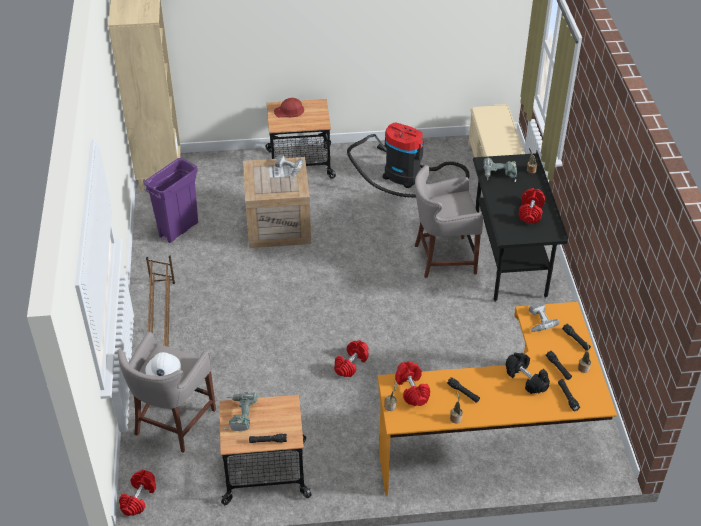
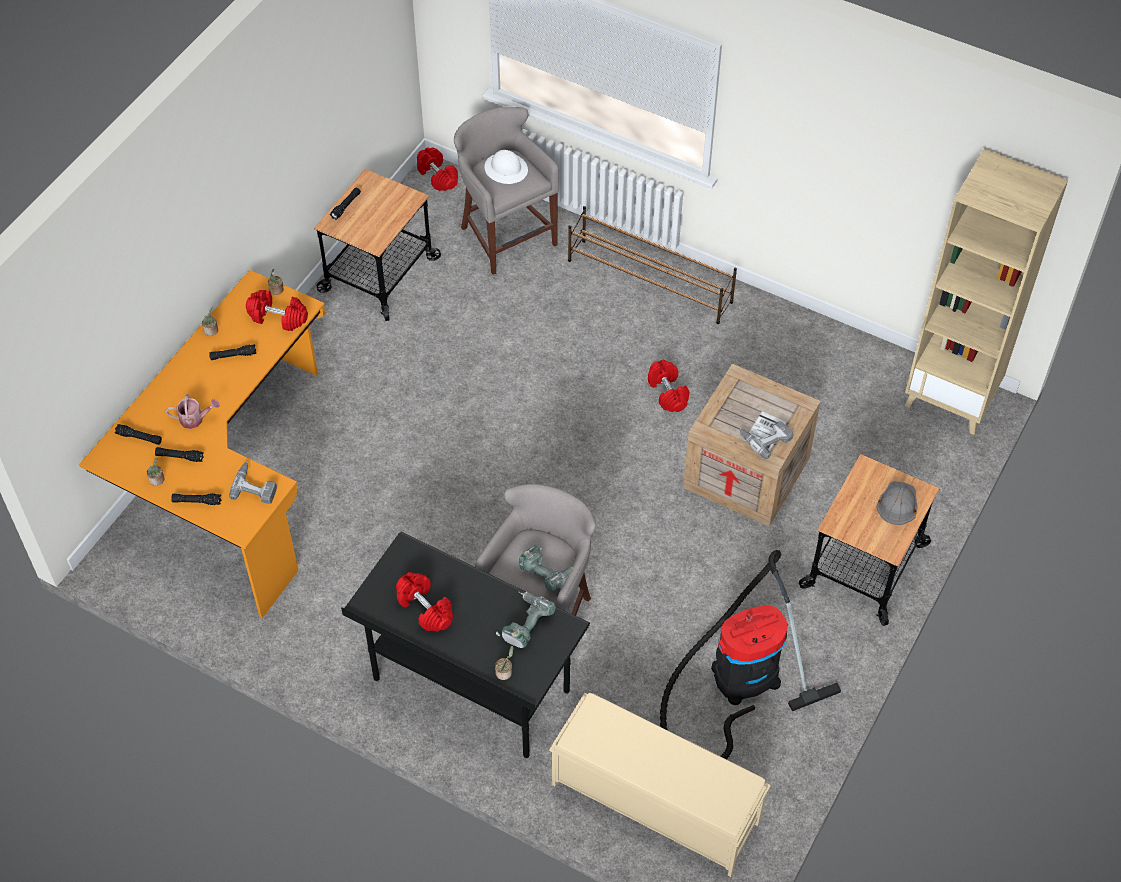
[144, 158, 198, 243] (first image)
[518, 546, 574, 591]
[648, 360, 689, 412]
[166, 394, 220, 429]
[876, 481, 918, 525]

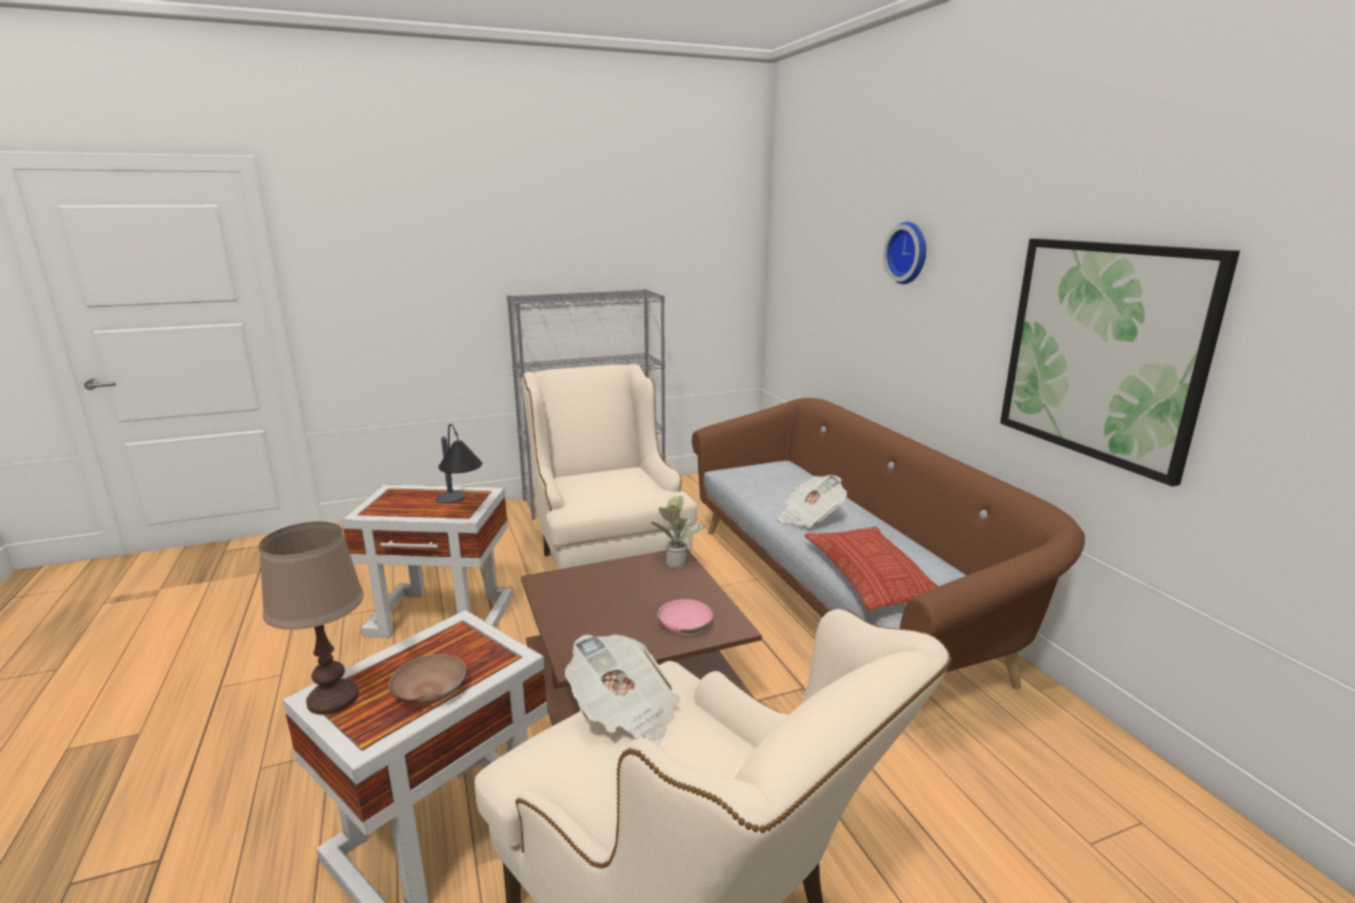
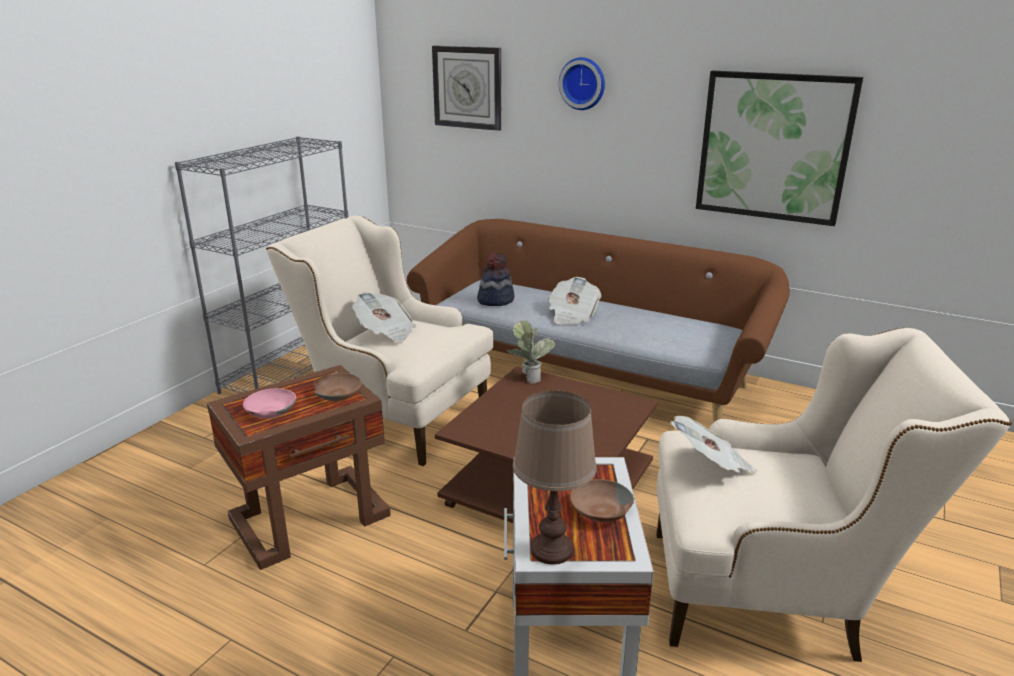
[804, 527, 939, 611] (first image)
[352, 292, 416, 342]
[432, 46, 501, 131]
[477, 253, 514, 306]
[243, 388, 296, 419]
[313, 373, 362, 401]
[207, 365, 391, 570]

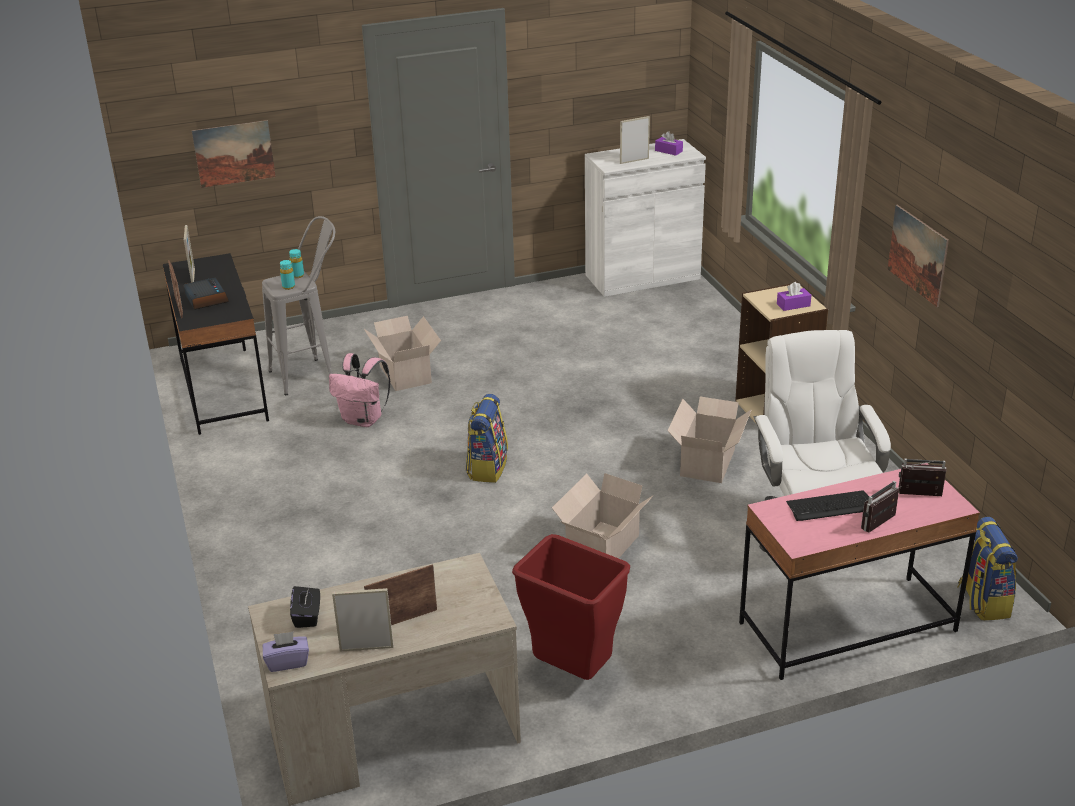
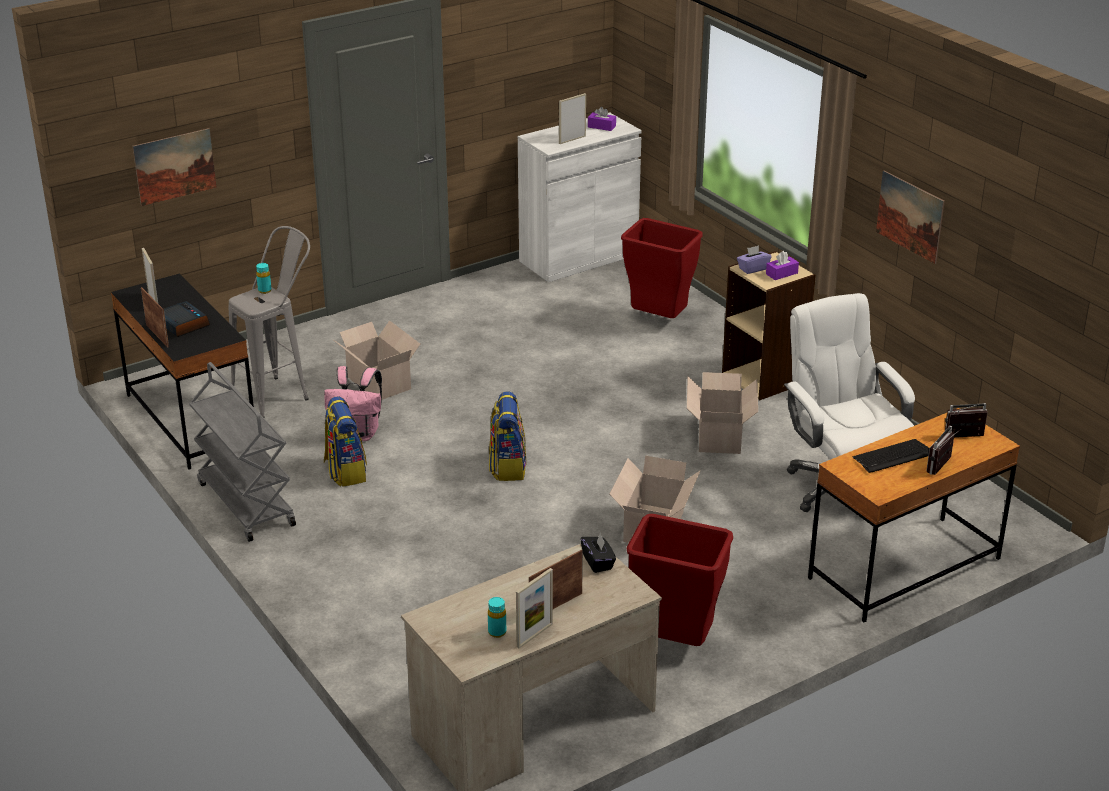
[189, 362, 296, 542]
[621, 218, 703, 318]
[737, 245, 771, 274]
[488, 597, 506, 638]
[581, 533, 616, 573]
[324, 396, 367, 487]
[808, 408, 1020, 622]
[516, 568, 553, 648]

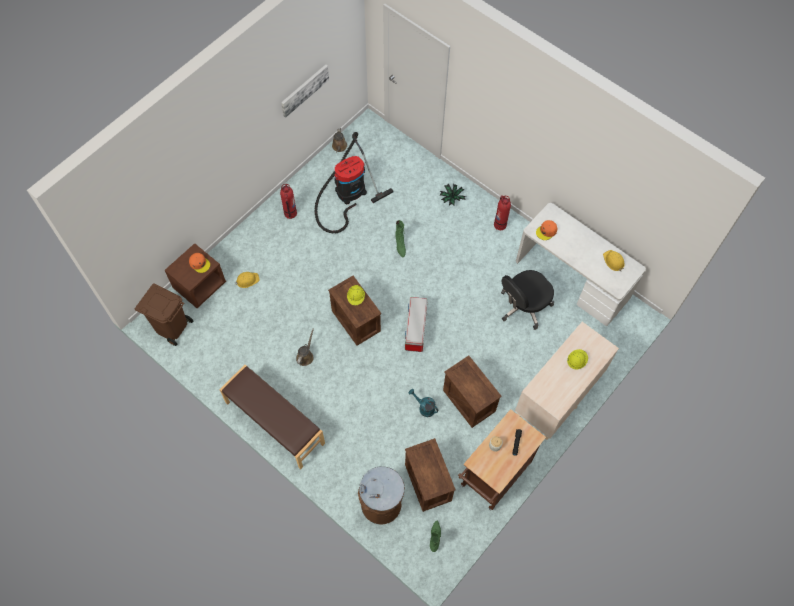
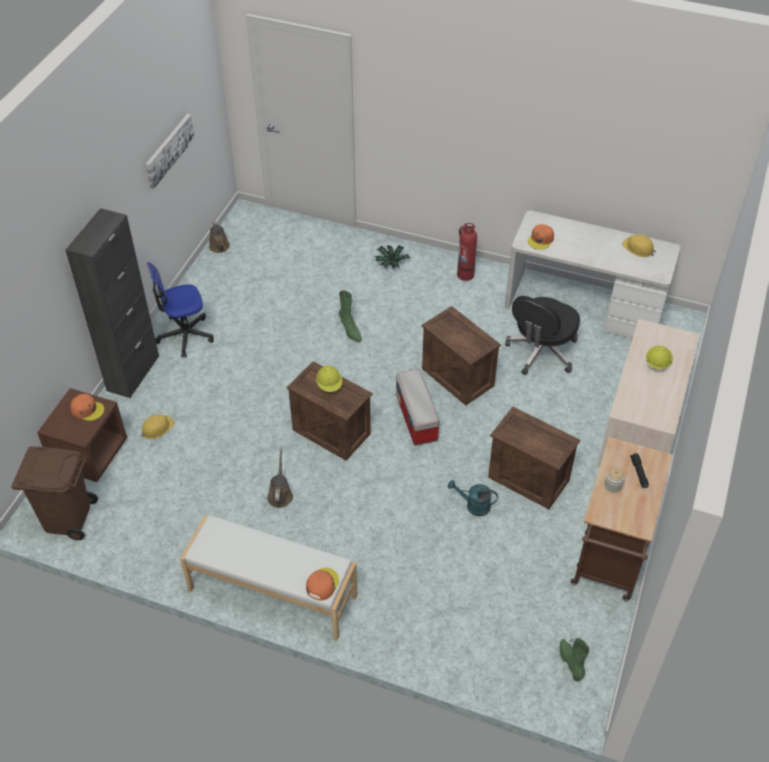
[314, 132, 393, 234] (first image)
[358, 466, 405, 524] (first image)
[66, 208, 159, 398]
[306, 568, 339, 601]
[422, 306, 501, 405]
[147, 262, 214, 357]
[180, 515, 357, 641]

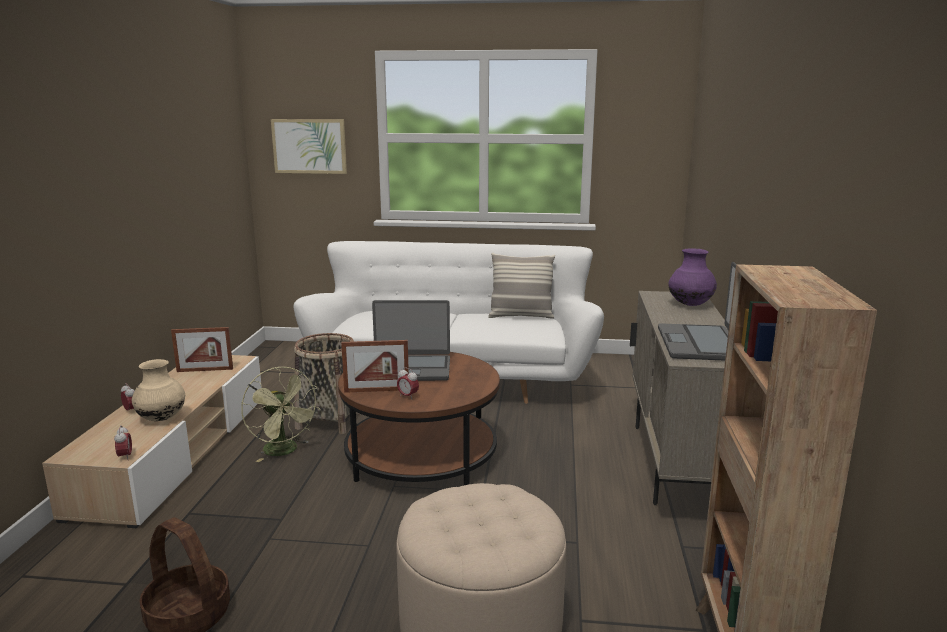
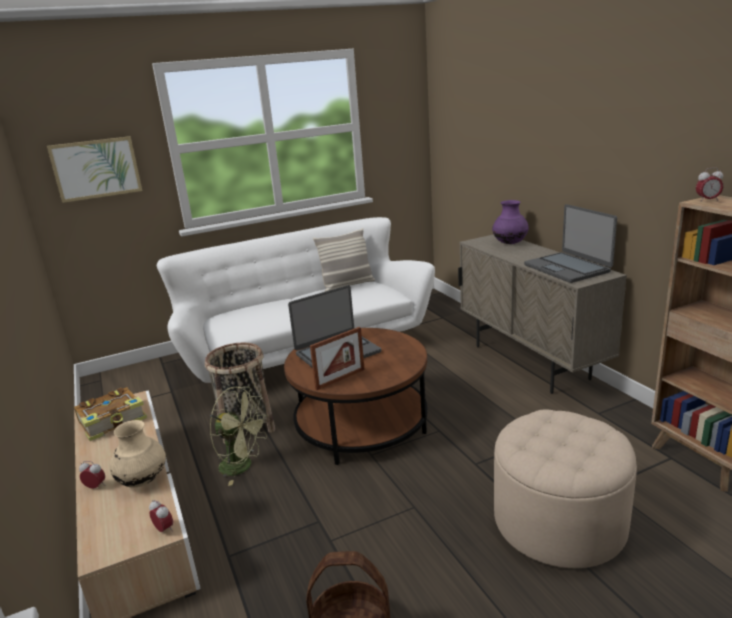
[696, 168, 723, 202]
[74, 387, 147, 441]

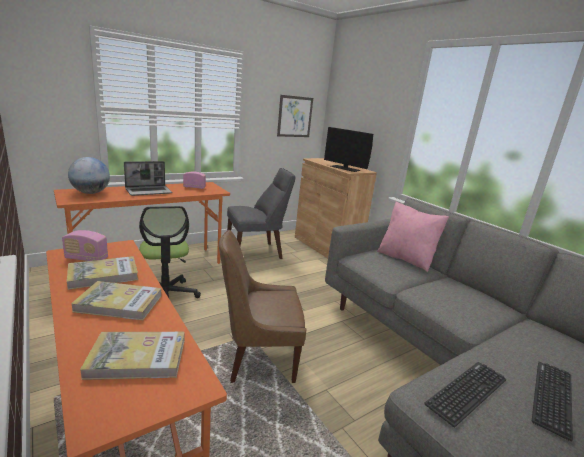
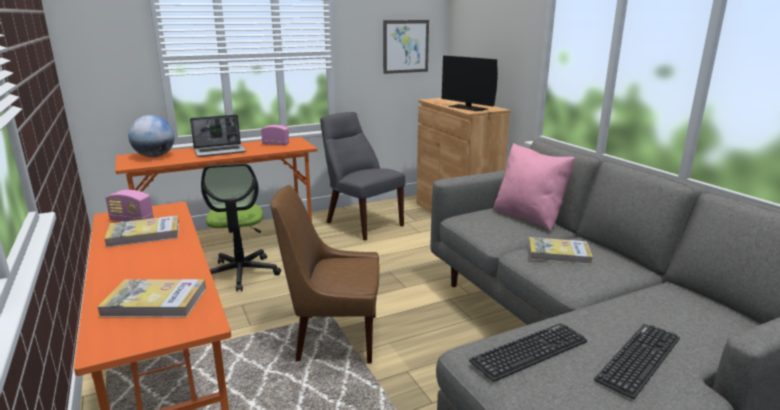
[529, 237, 593, 265]
[320, 112, 405, 240]

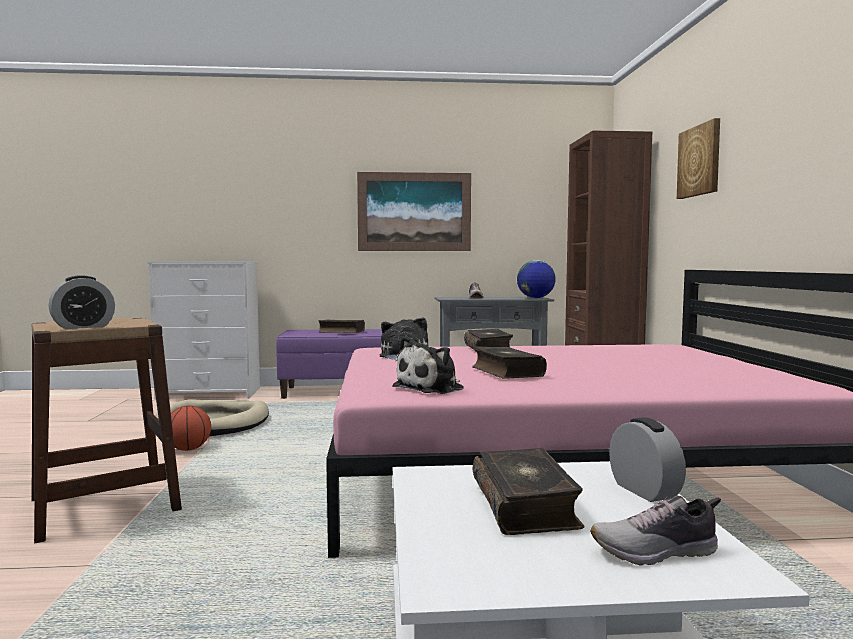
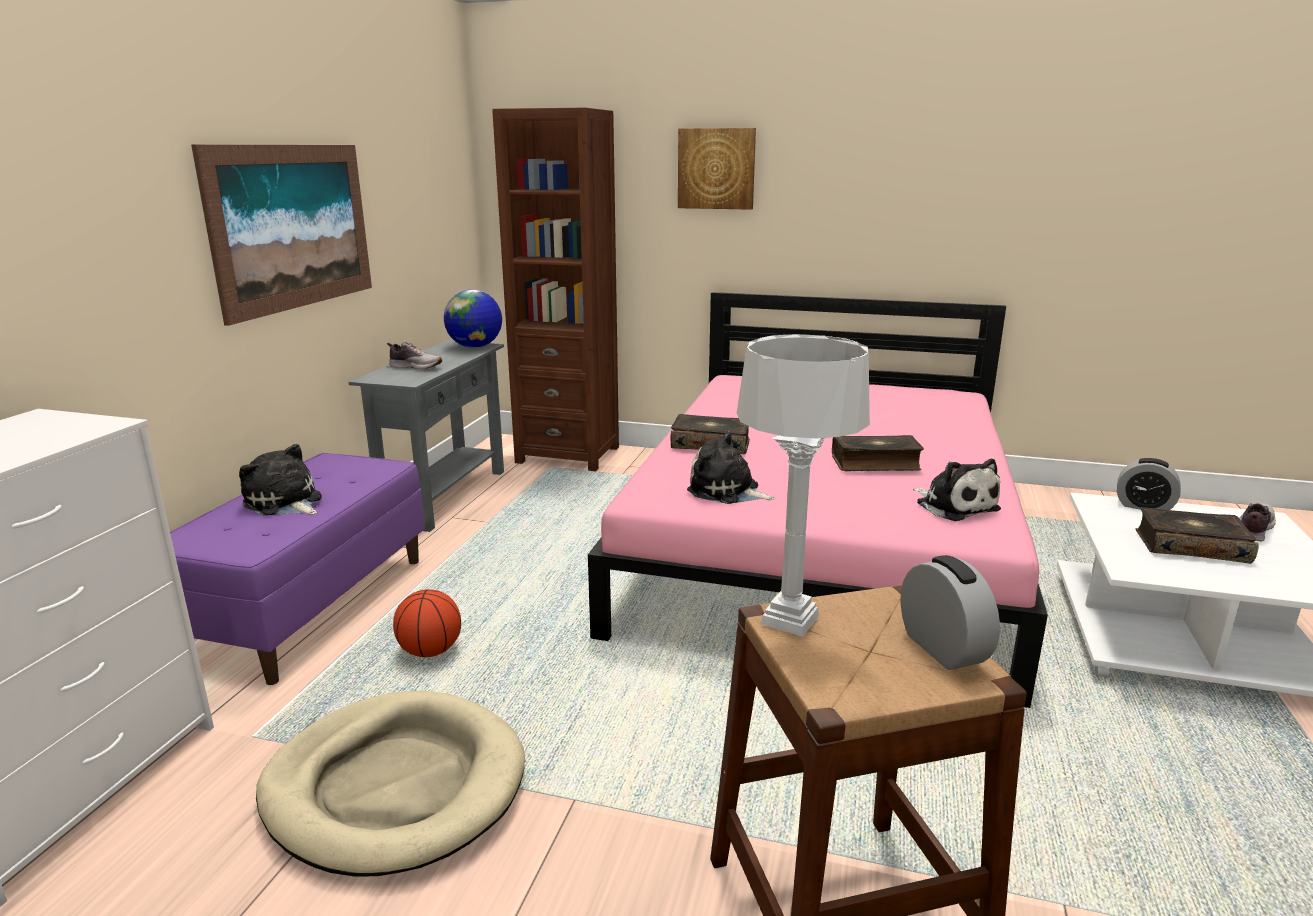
[737, 334, 870, 637]
[393, 589, 461, 657]
[239, 444, 322, 516]
[1239, 503, 1276, 542]
[1117, 458, 1181, 510]

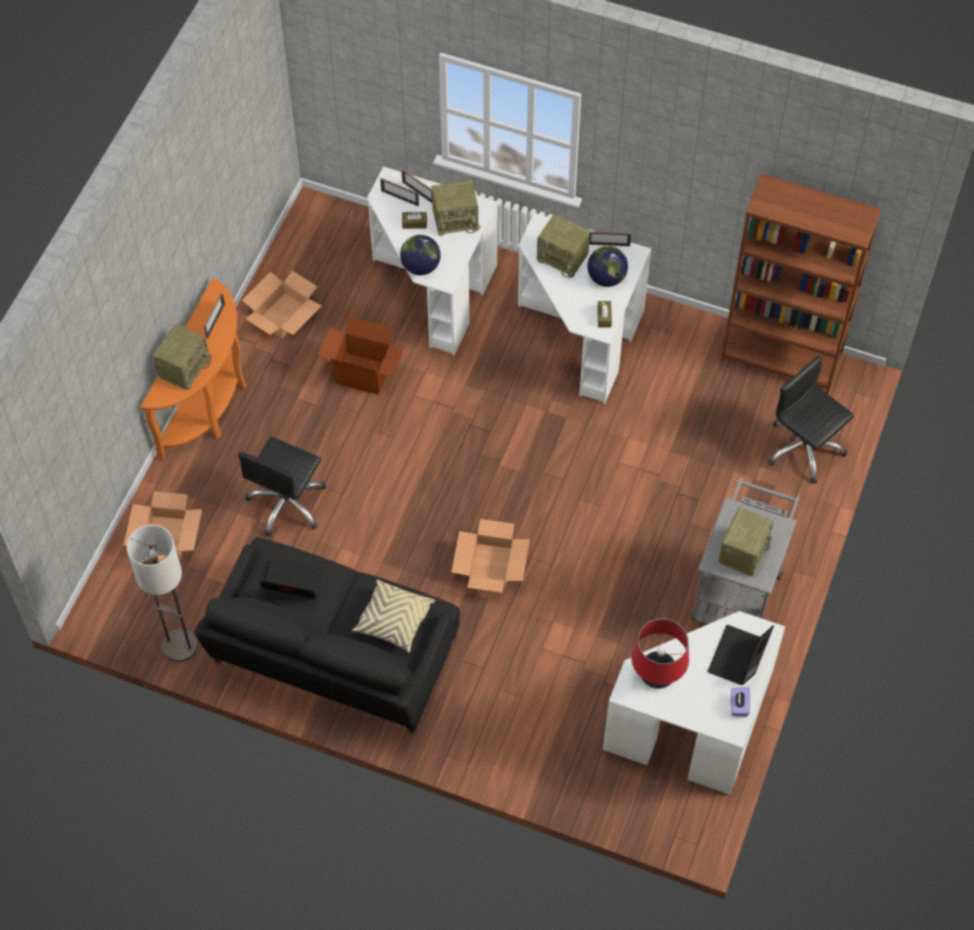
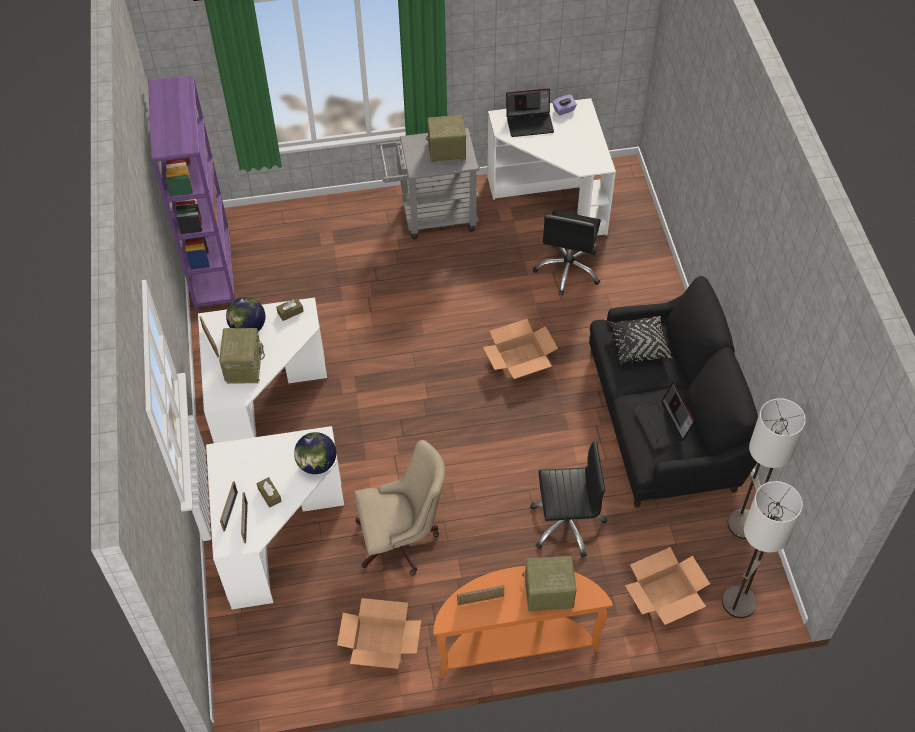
[432, 180, 481, 236] (first image)
[631, 618, 689, 689] (first image)
[722, 481, 803, 618]
[533, 210, 601, 296]
[355, 440, 446, 576]
[607, 316, 673, 366]
[148, 75, 235, 311]

